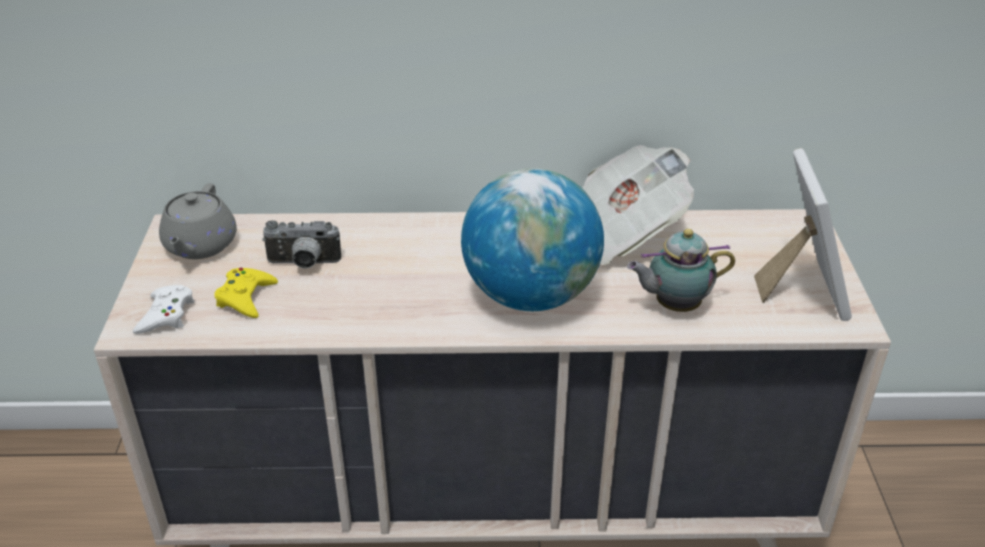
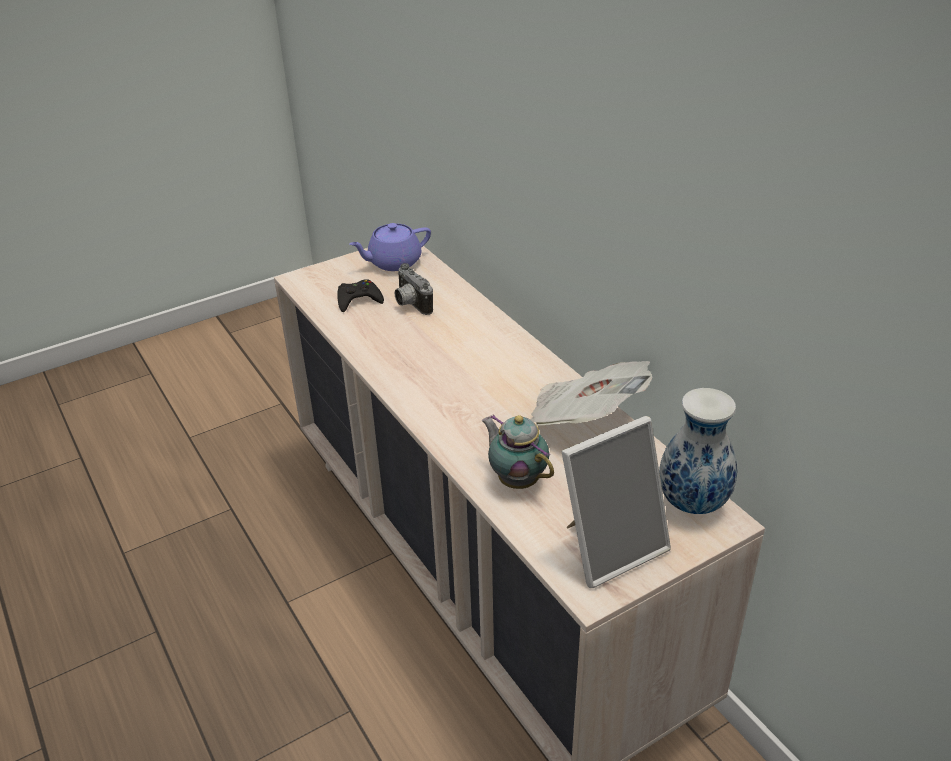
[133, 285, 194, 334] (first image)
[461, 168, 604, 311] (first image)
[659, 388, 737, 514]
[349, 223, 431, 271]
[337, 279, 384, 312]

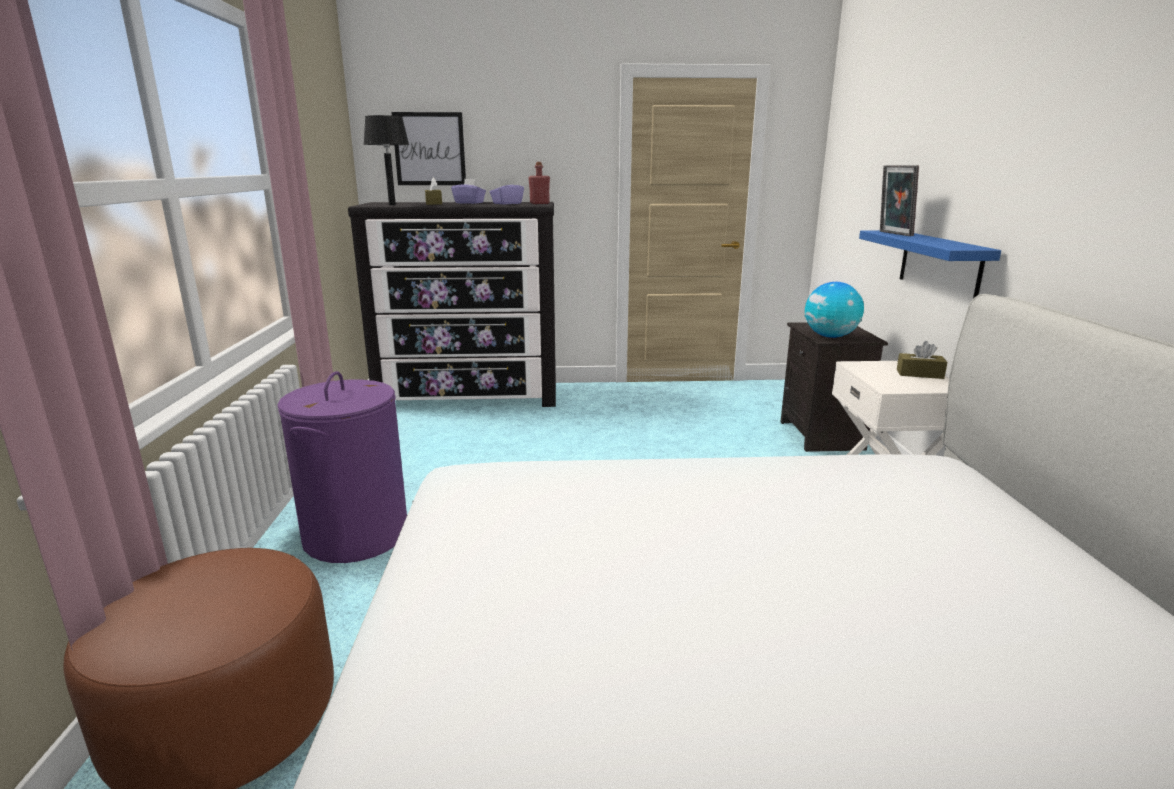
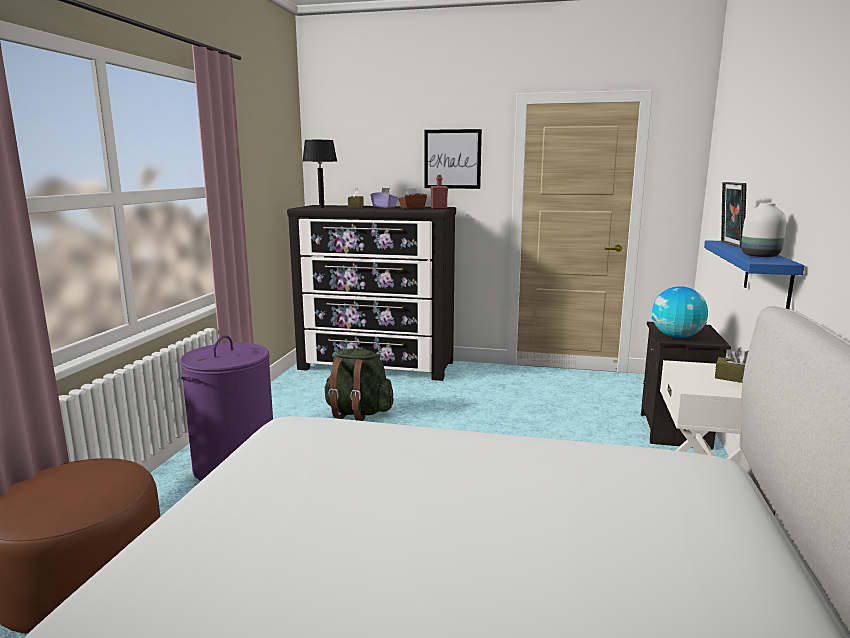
[324, 348, 393, 421]
[741, 203, 787, 257]
[424, 129, 482, 189]
[398, 188, 427, 209]

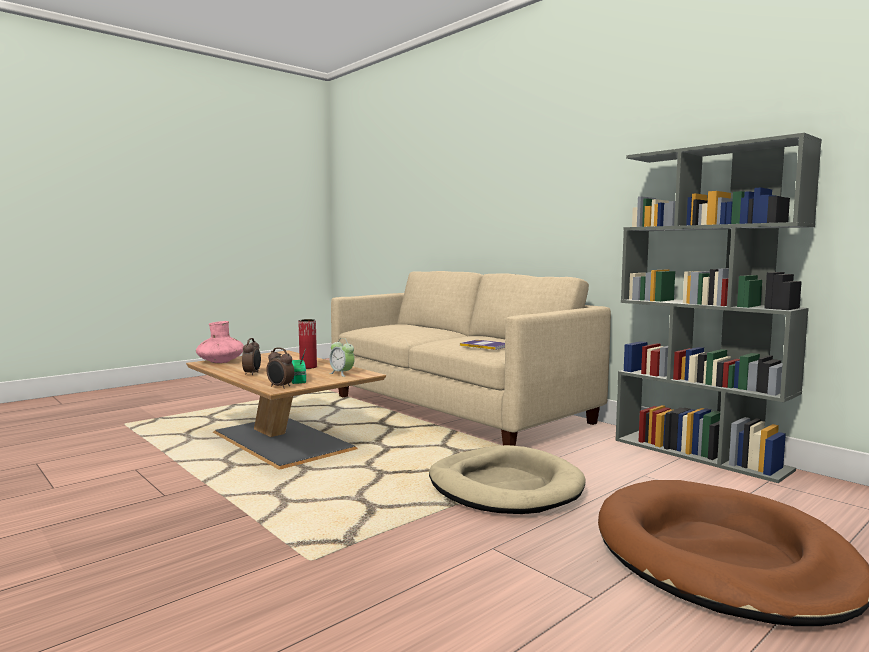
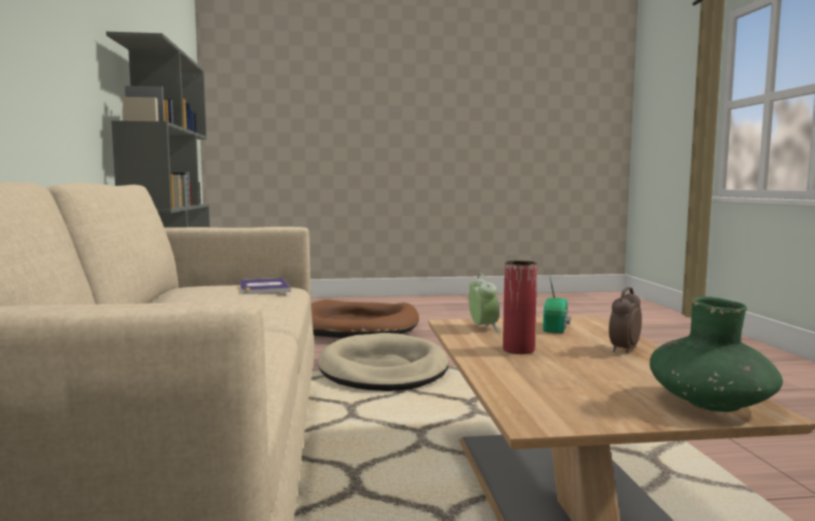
[266, 347, 294, 389] (first image)
[650, 296, 783, 412]

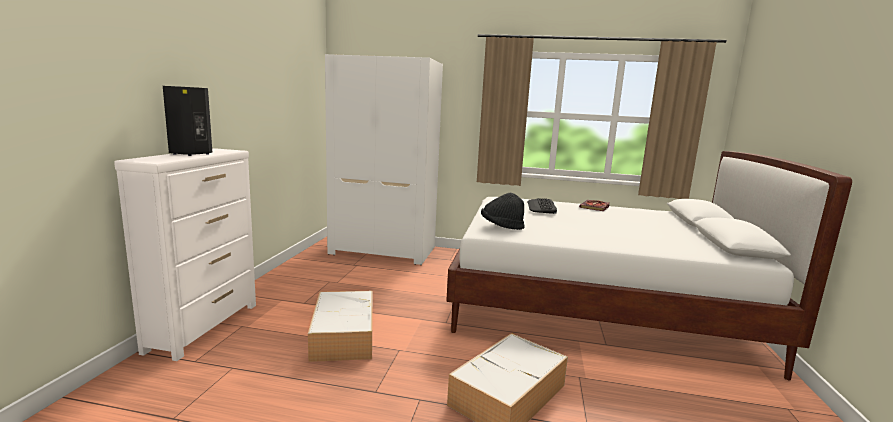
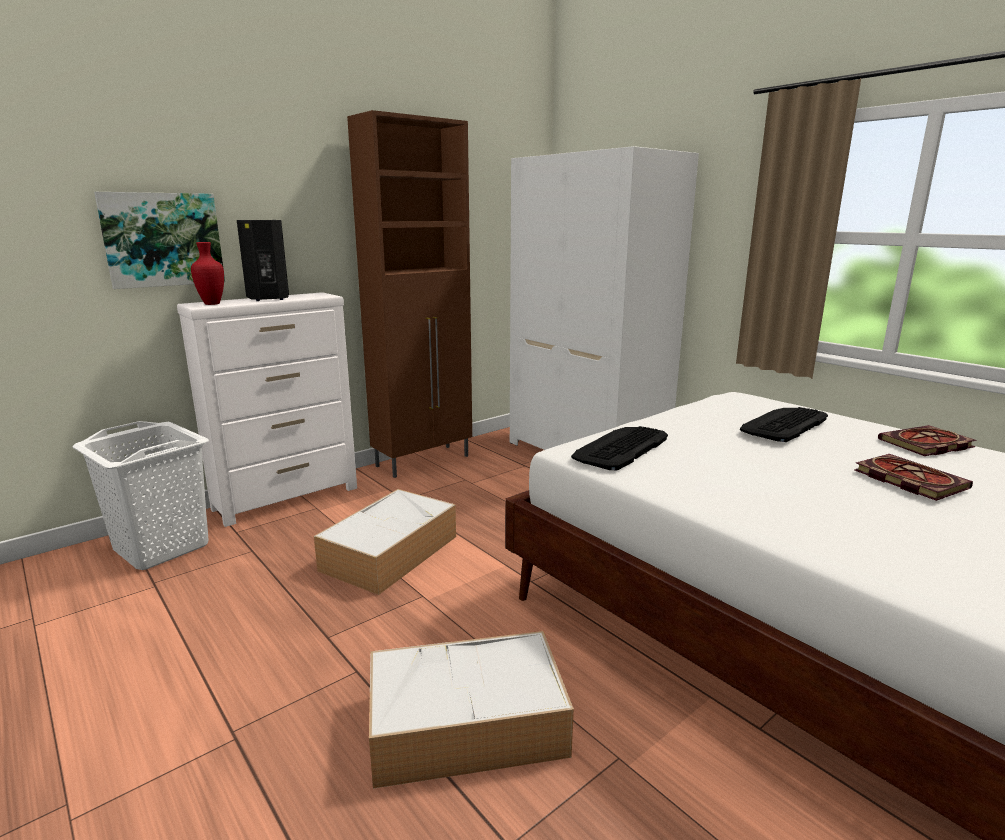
[72, 421, 209, 570]
[94, 192, 225, 289]
[191, 242, 224, 305]
[347, 110, 472, 478]
[854, 454, 973, 501]
[571, 426, 668, 471]

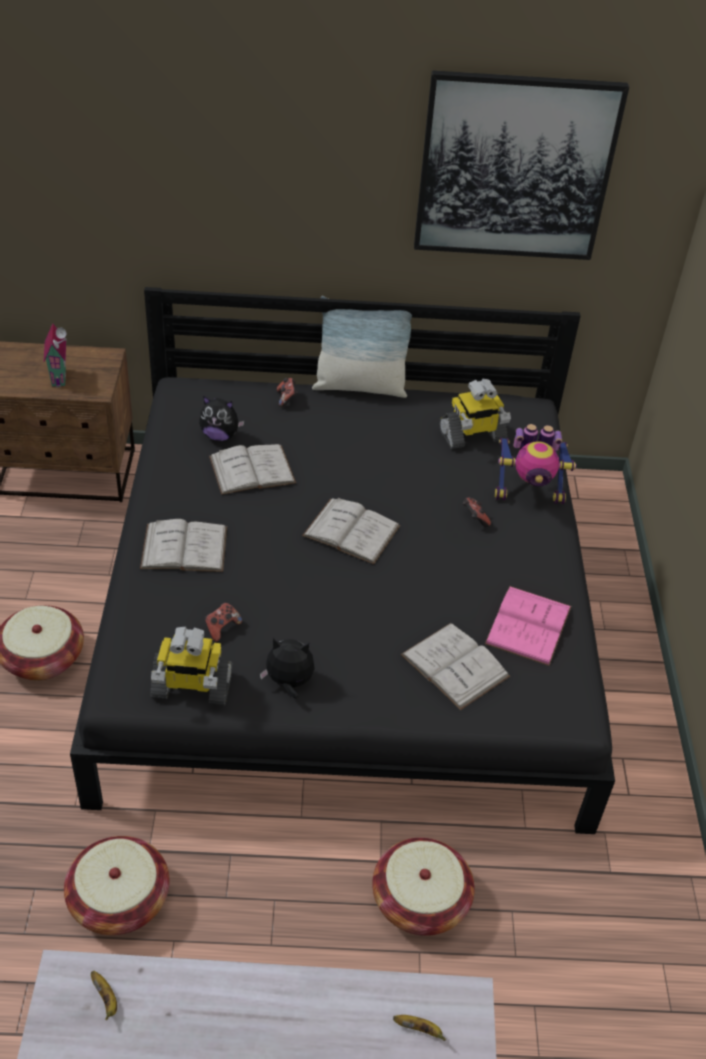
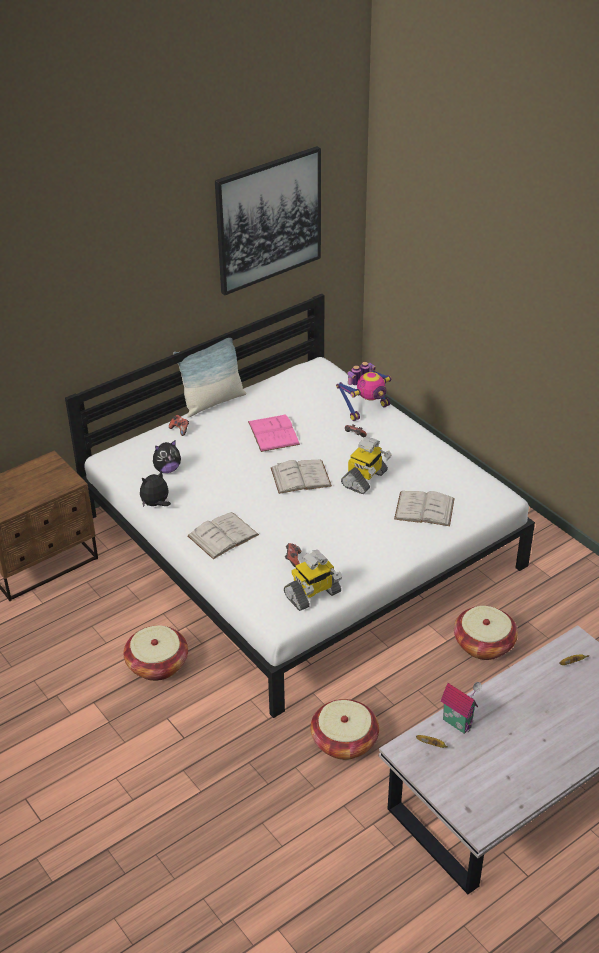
[209, 444, 296, 495] (first image)
[441, 682, 482, 734]
[140, 470, 171, 507]
[341, 436, 392, 494]
[248, 414, 300, 452]
[65, 294, 535, 718]

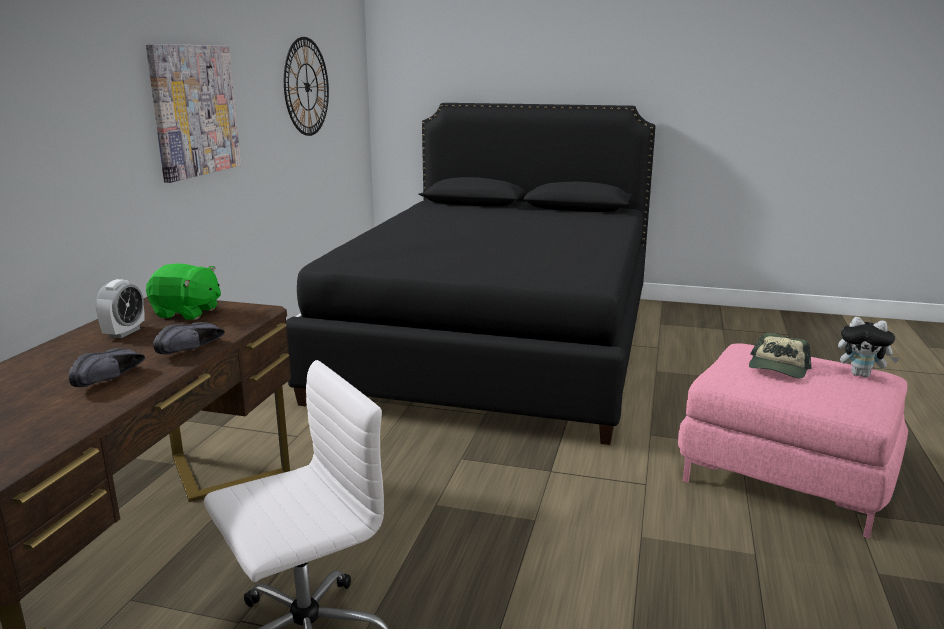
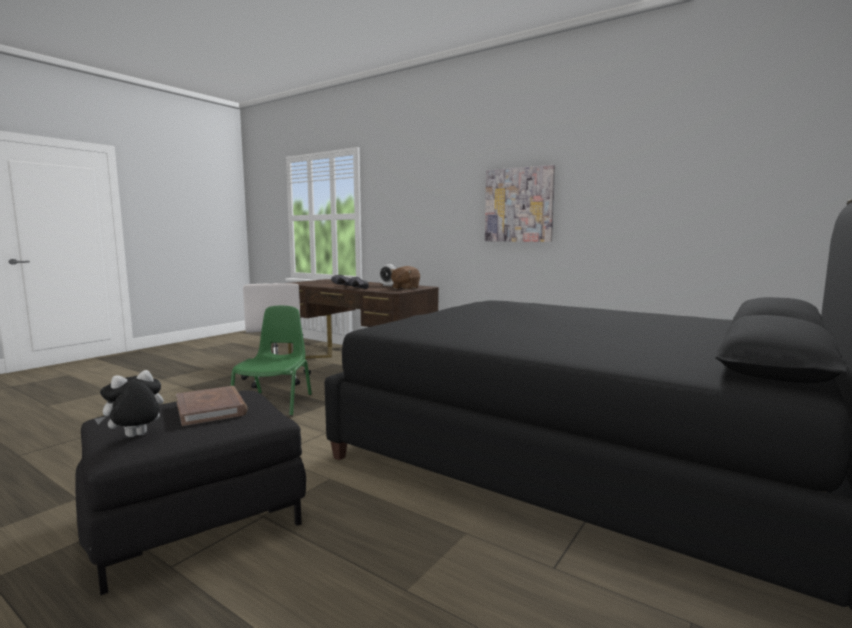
[284, 37, 329, 136] (first image)
[231, 306, 312, 416]
[176, 386, 248, 426]
[390, 266, 420, 290]
[75, 390, 306, 595]

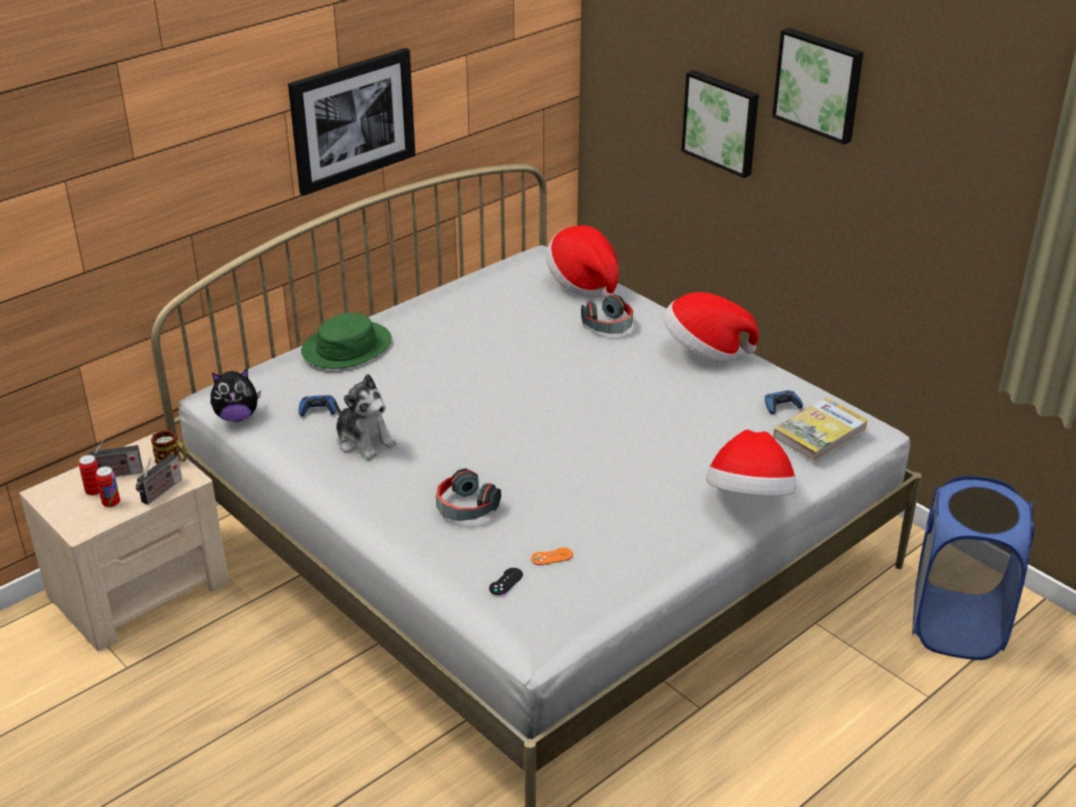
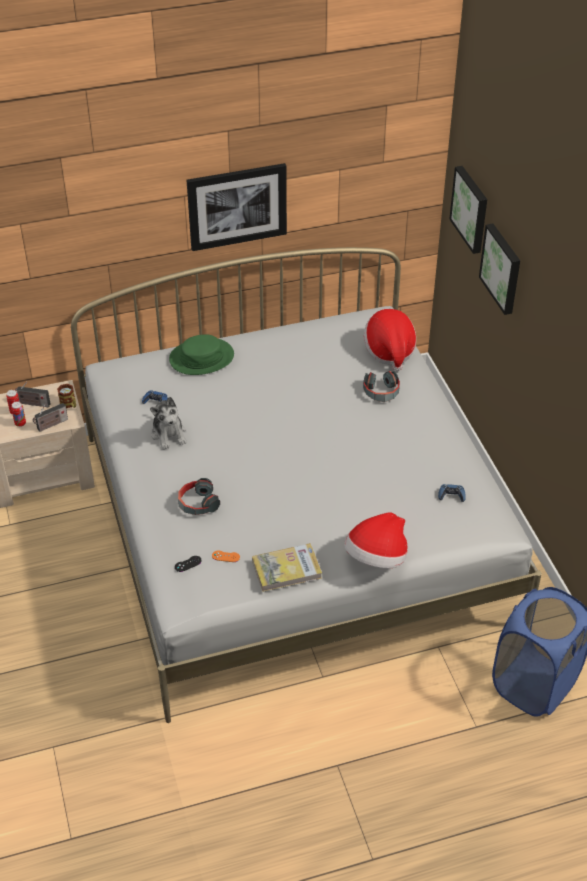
[211, 369, 261, 422] (first image)
[663, 292, 759, 362] (first image)
[449, 166, 487, 254]
[252, 543, 322, 592]

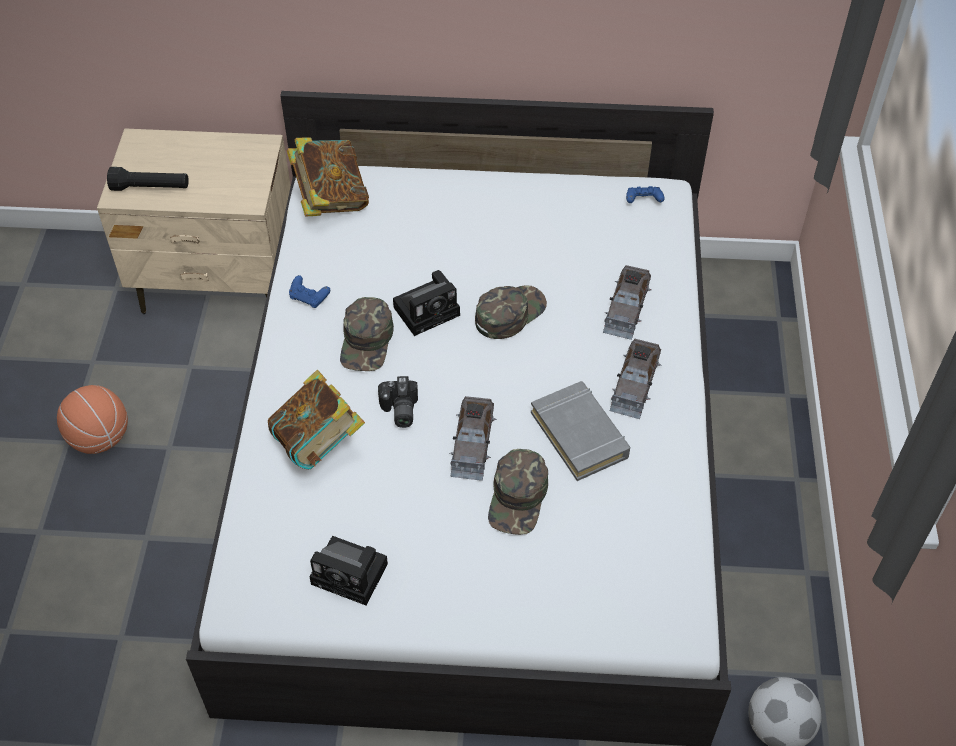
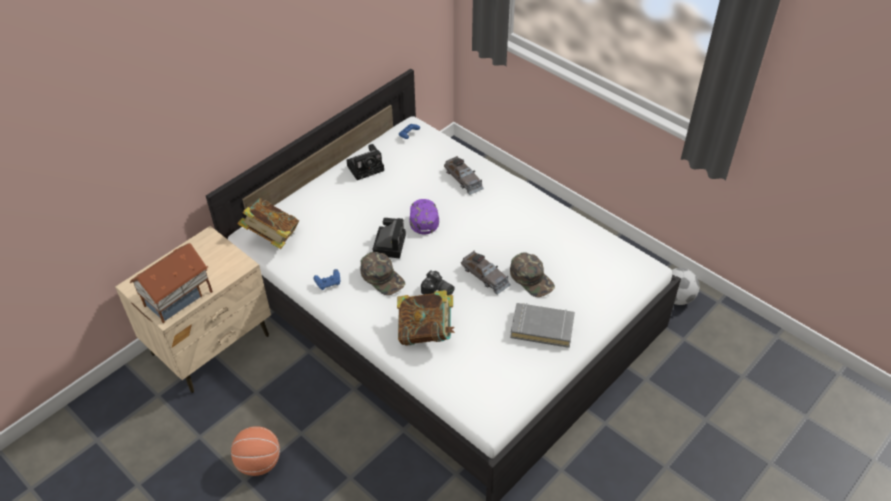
[610, 339, 661, 419] (first image)
[346, 144, 384, 180]
[510, 303, 575, 348]
[130, 243, 213, 323]
[409, 199, 439, 235]

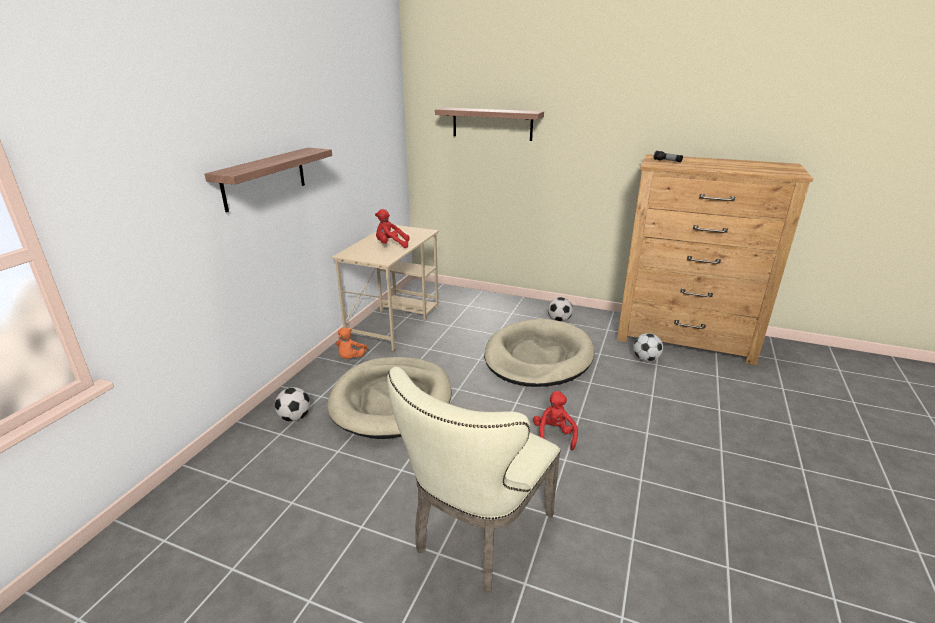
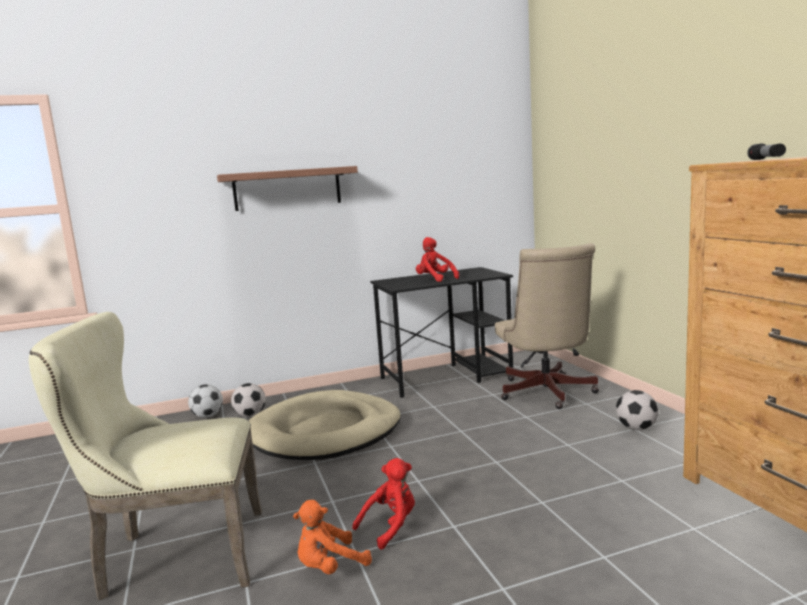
[435, 107, 544, 141] (first image)
[484, 319, 594, 387] (first image)
[495, 243, 599, 409]
[293, 500, 372, 574]
[188, 384, 223, 418]
[370, 267, 513, 398]

